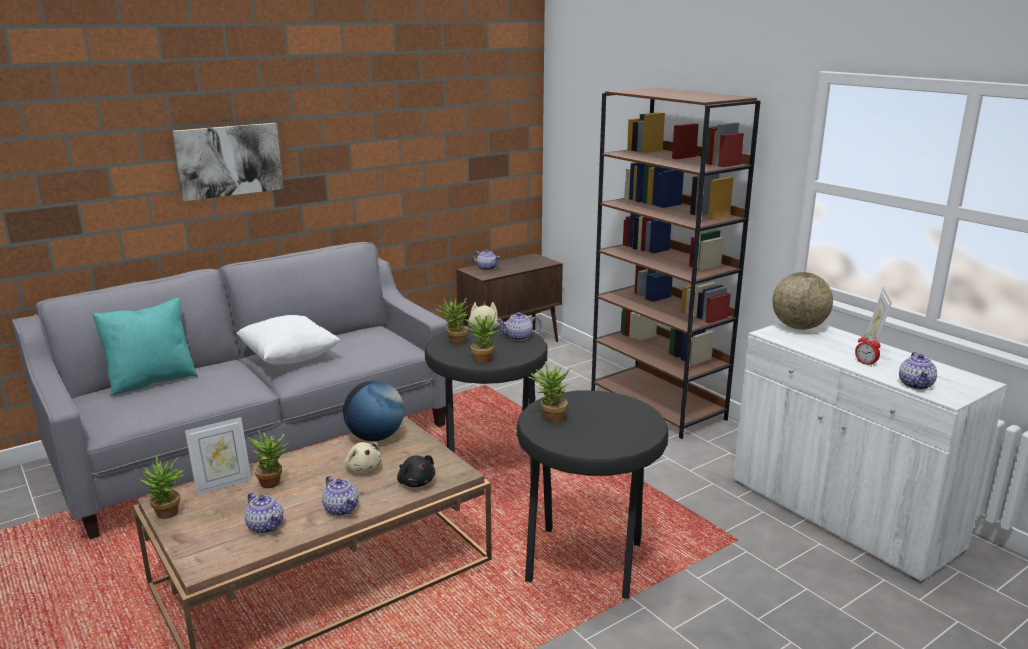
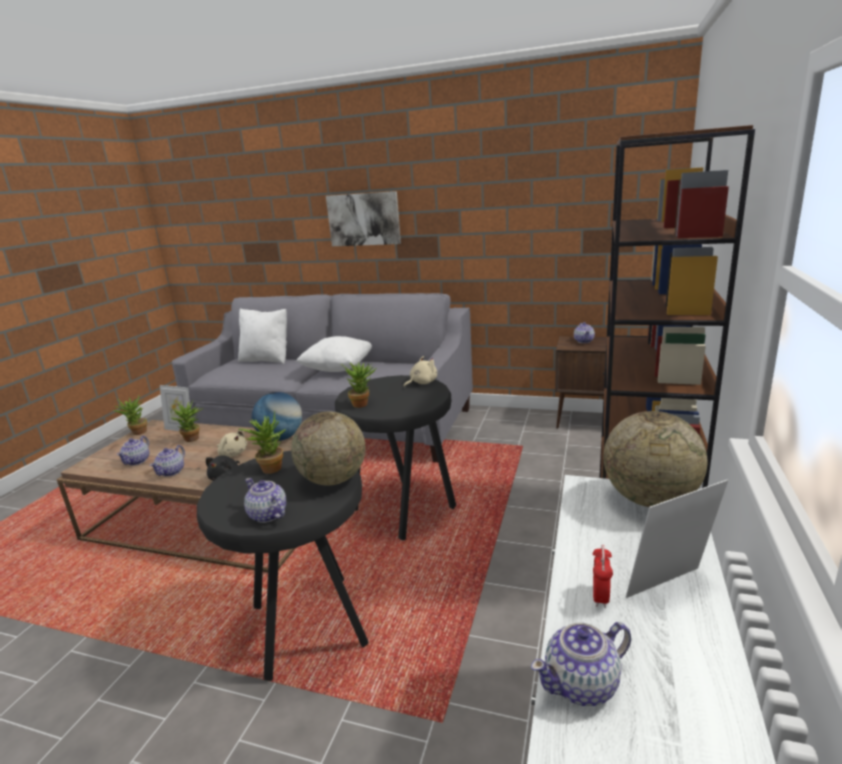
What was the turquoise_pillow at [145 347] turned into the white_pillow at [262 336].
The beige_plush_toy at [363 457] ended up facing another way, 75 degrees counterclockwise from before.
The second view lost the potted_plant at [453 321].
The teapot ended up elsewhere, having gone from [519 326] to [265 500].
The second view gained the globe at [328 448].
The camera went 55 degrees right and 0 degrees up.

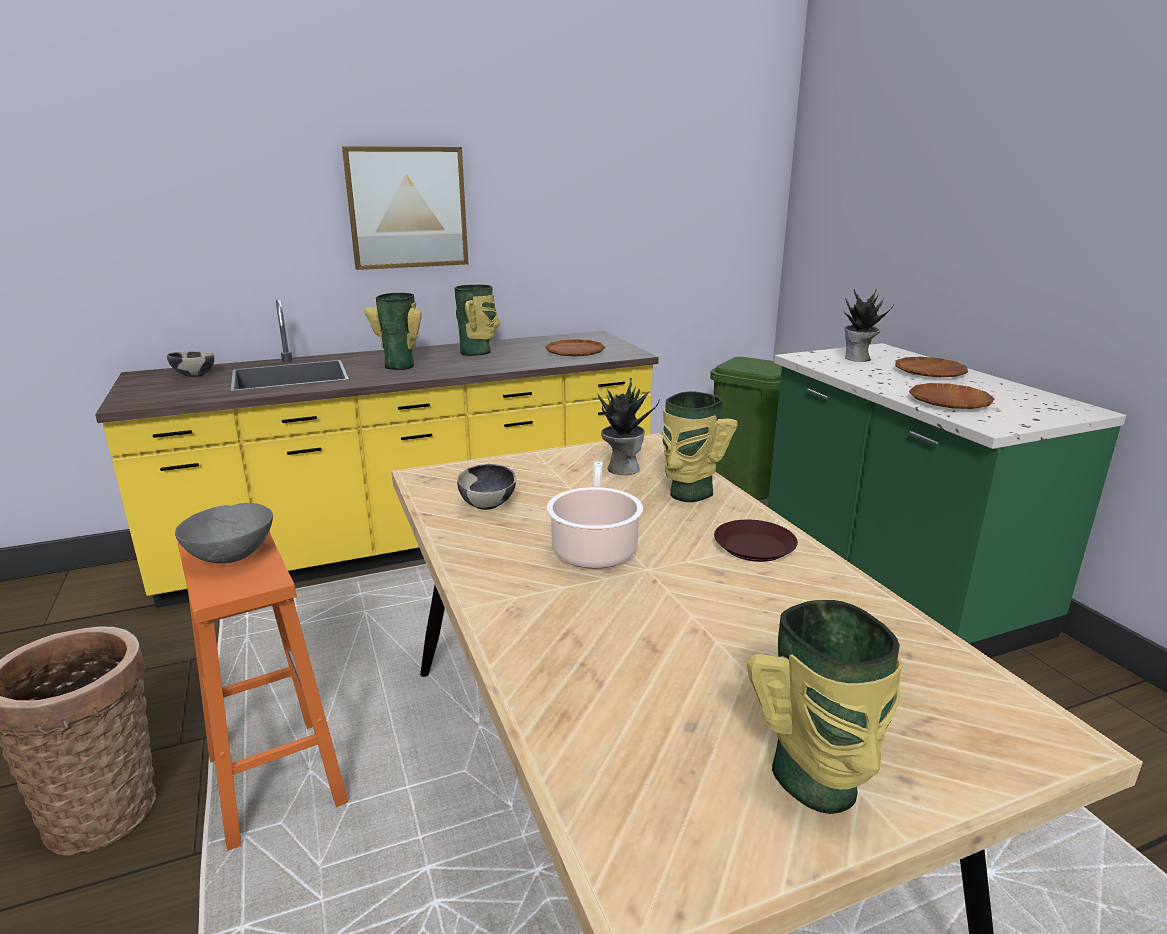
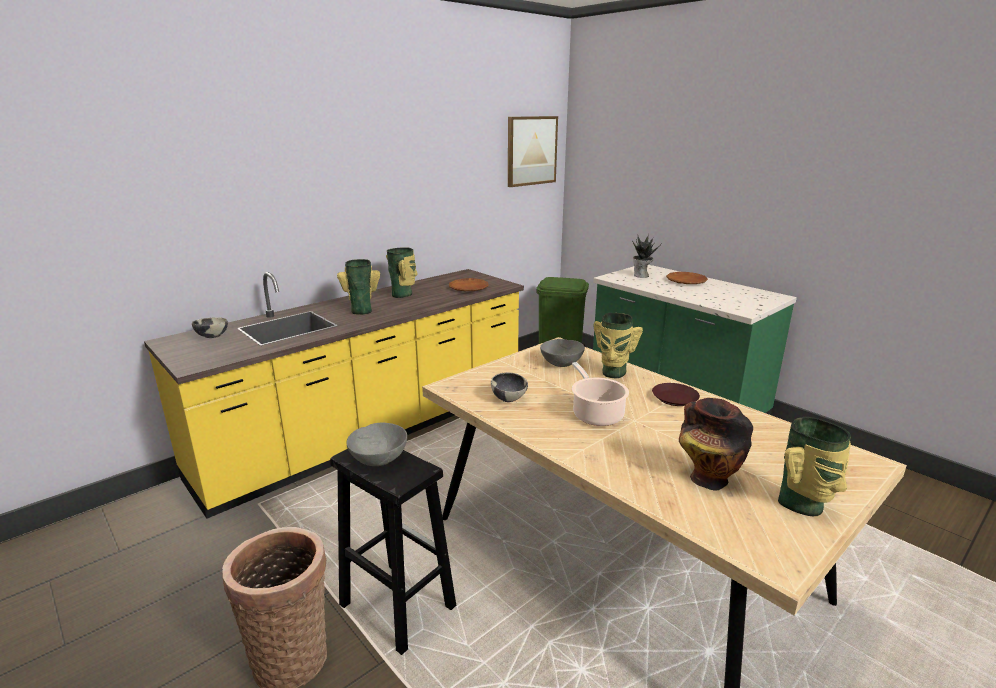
What was the orange_stool at [263 691] turned into the black_stool at [393 552].
The picture ended up elsewhere, having gone from [405 208] to [533 151].
Where the potted_plant stood at [629 426], the grey_bowl came to stand at [562 353].
The second view lost the brown_plate at [951 396].
The second view gained the vase at [716 444].
The camera went 20 degrees left and 0 degrees up.

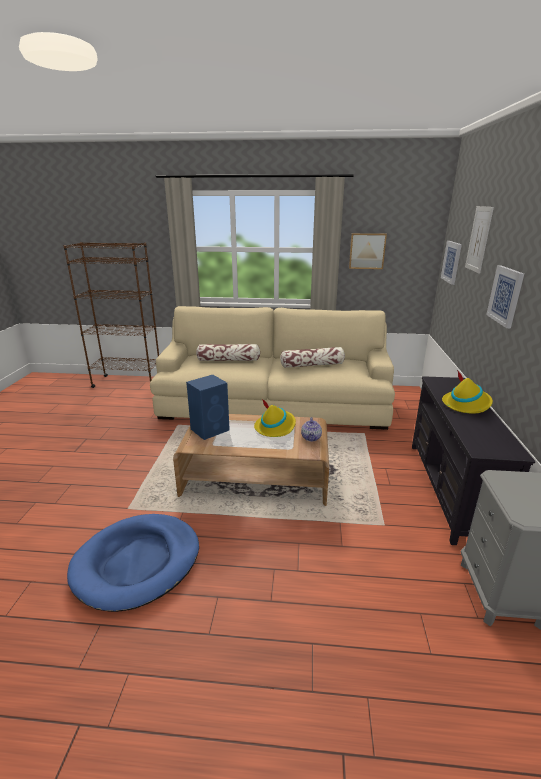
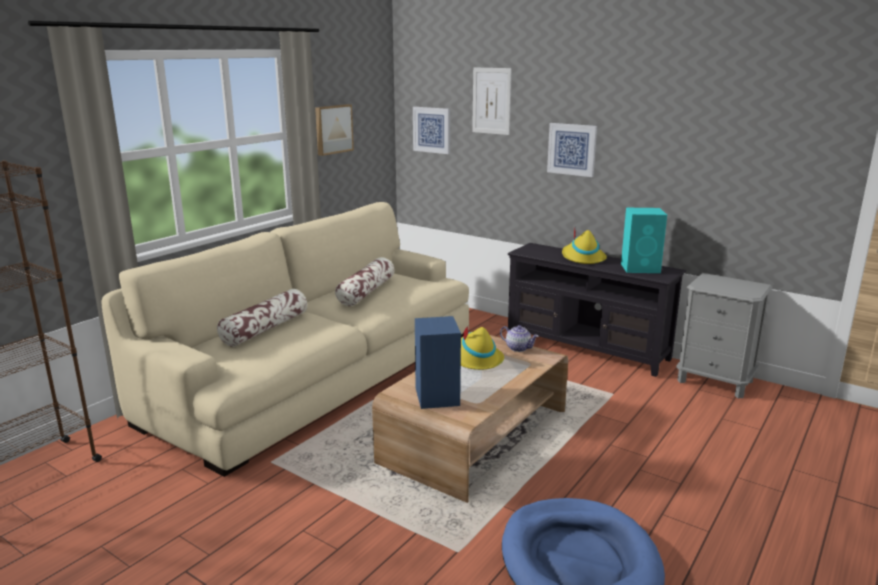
The second view gained the turquoise_speaker at [644 240].
The camera went 60 degrees left and 5 degrees down.

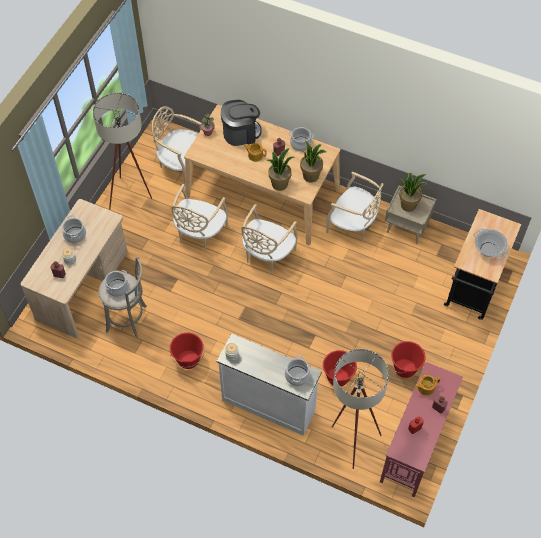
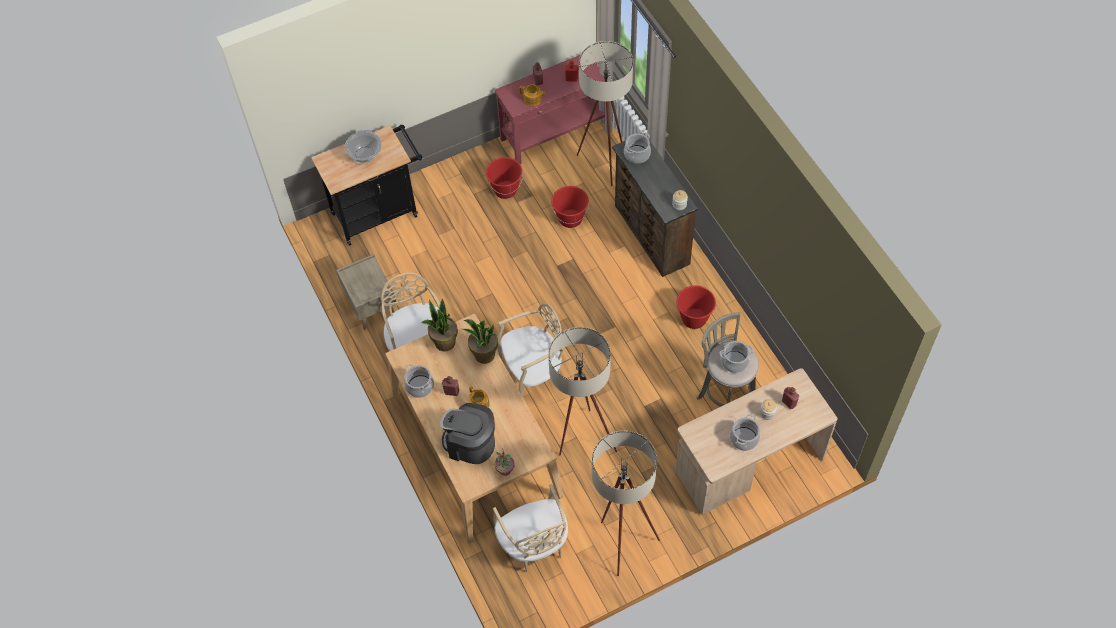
Where the beige_chair stood at [199 218], the beige_floor_lamp came to stand at [582 391].
What was the white_dresser at [269 384] turned into the brown_dresser at [655 205].
The second view lost the potted_plant at [413 192].
The camera went 140 degrees left and 0 degrees up.

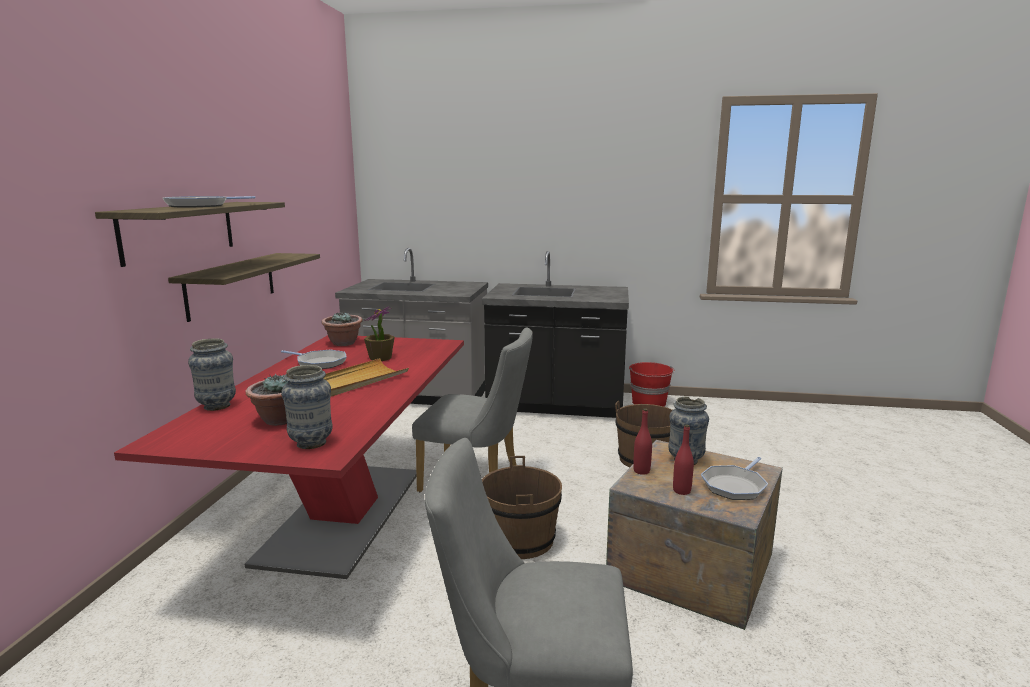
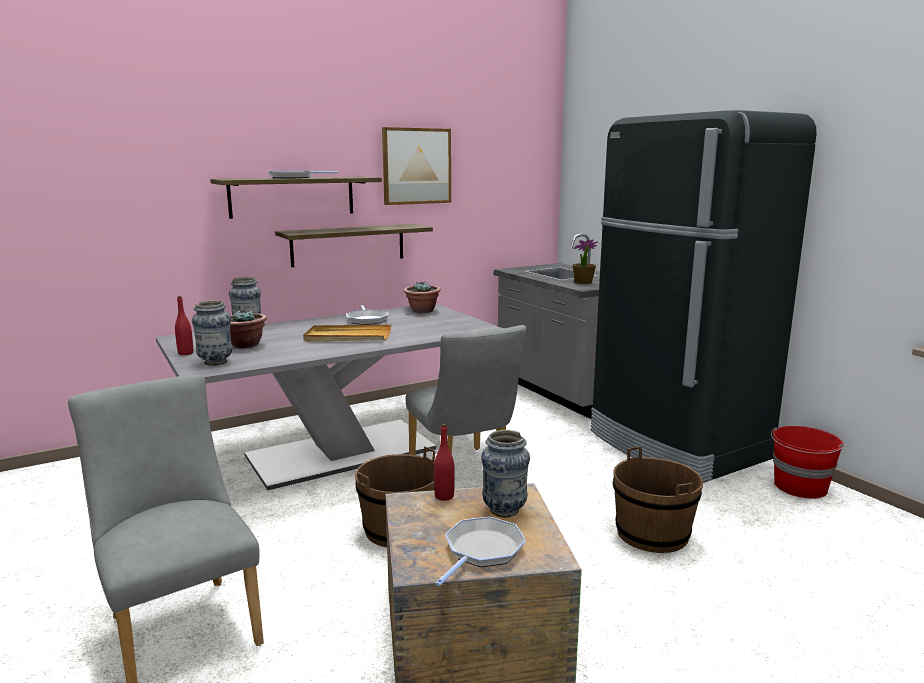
What was the red_dining_table at [289 457] turned into the grey_dining_table at [329 396].
The potted_plant ended up elsewhere, having gone from [379 333] to [585 261].
Where the black_counter stood at [555 334], the black_fridge came to stand at [703 296].
The red_bottle ended up elsewhere, having gone from [683 460] to [184 325].
The frying_pan at [734 478] ended up facing another way, 120 degrees clockwise from before.
The second view gained the picture at [416 166].
The camera went 50 degrees right and 0 degrees up.

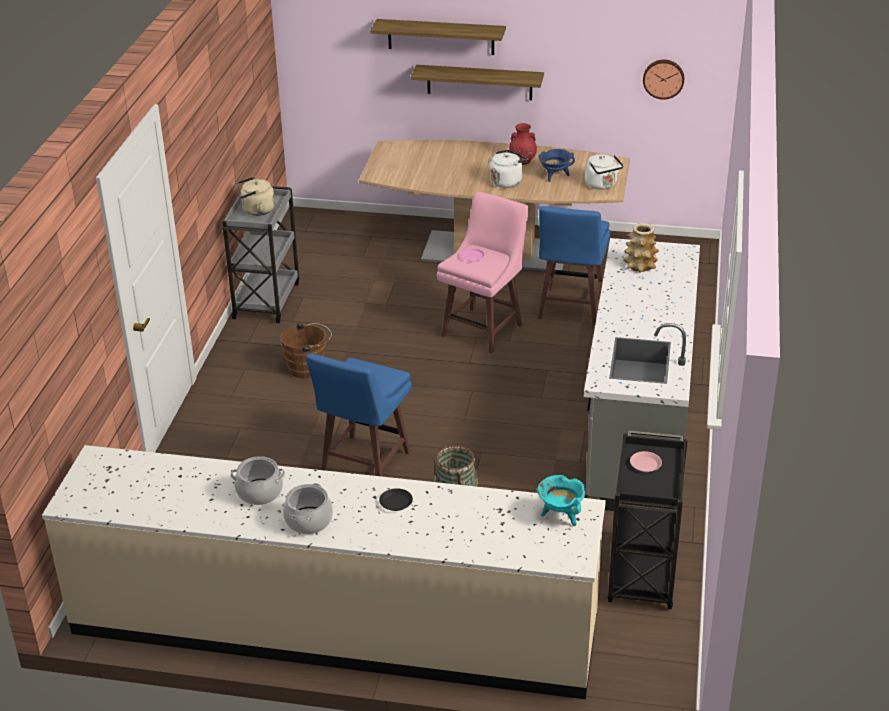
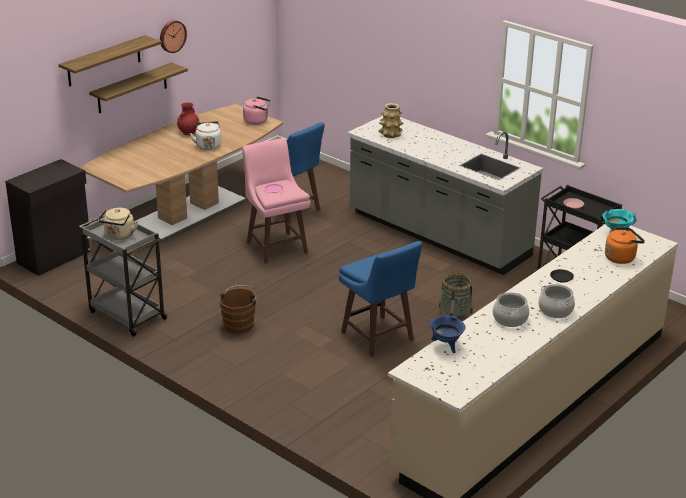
The blue_cooking_pot ended up elsewhere, having gone from [556 165] to [447 333].
What was the white_kettle at [604 172] turned into the pink_kettle at [256 111].
The wall_clock ended up elsewhere, having gone from [663 80] to [173 36].
The second view gained the black_cabinet at [48 217].
The second view gained the orange_kettle at [625 245].
The camera went 60 degrees left and 5 degrees down.

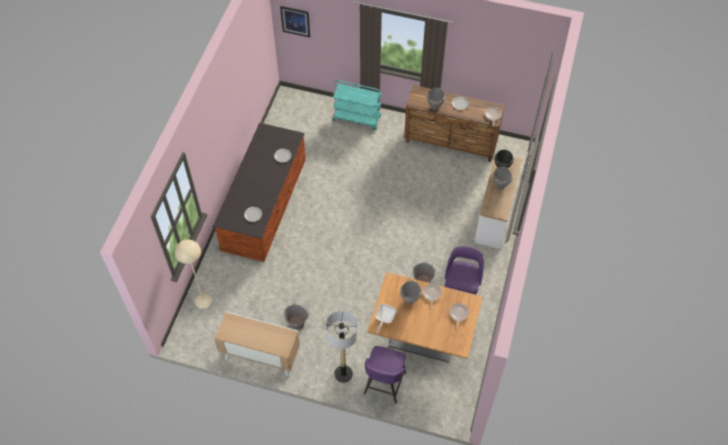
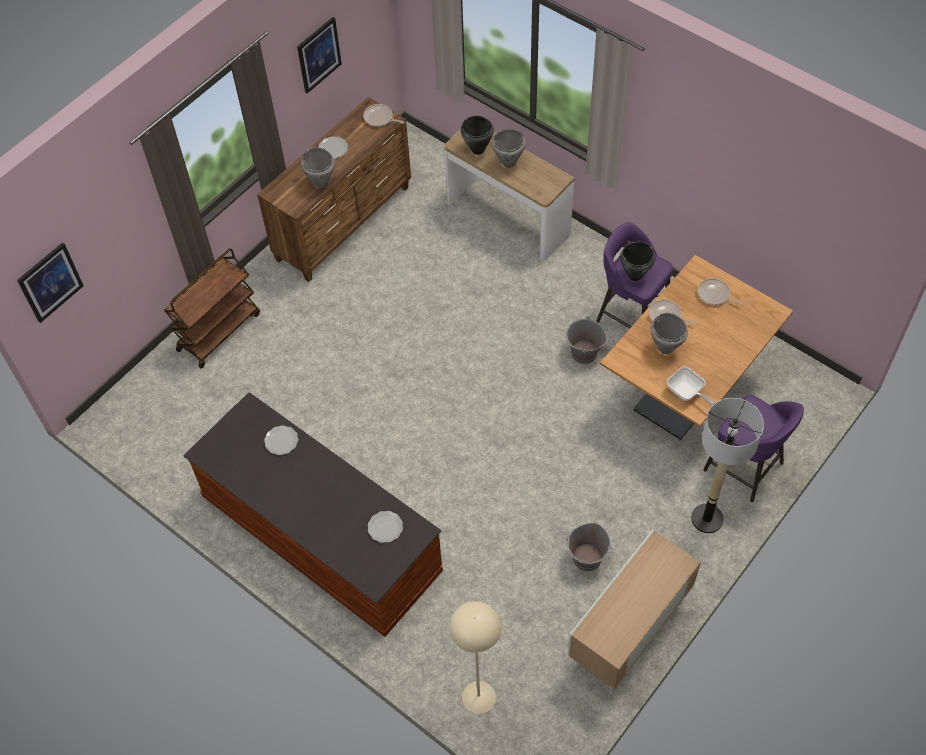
What was the turquoise_cart at [357 105] turned into the brown_cart at [212 308].
The second view gained the picture at [319 55].
The second view gained the black_cooking_pot at [637 261].
The camera went 65 degrees left and 0 degrees up.

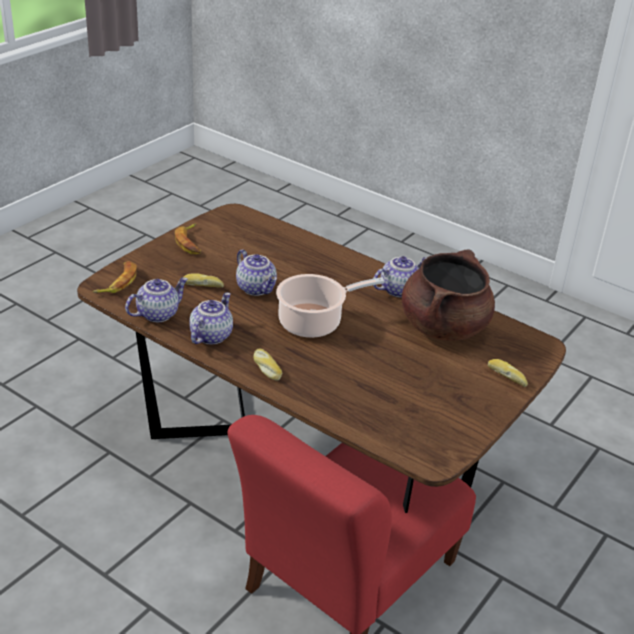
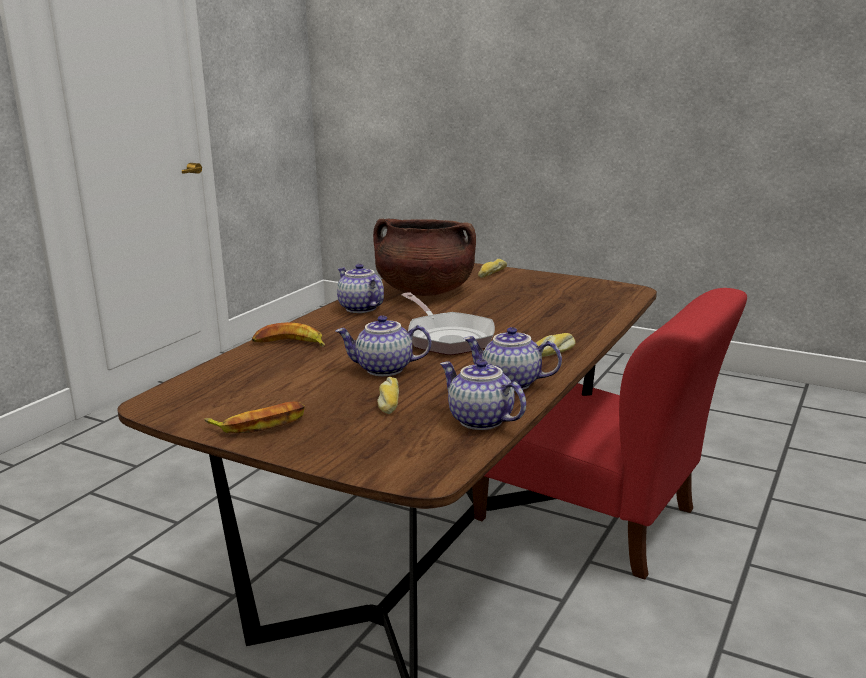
The banana ended up elsewhere, having gone from [115 277] to [288 334].
The teapot at [256 272] ended up facing another way, 135 degrees counterclockwise from before.
Where the cooking_pot stood at [330 306], the frying_pan came to stand at [448 324].
The camera went 95 degrees left and 15 degrees down.

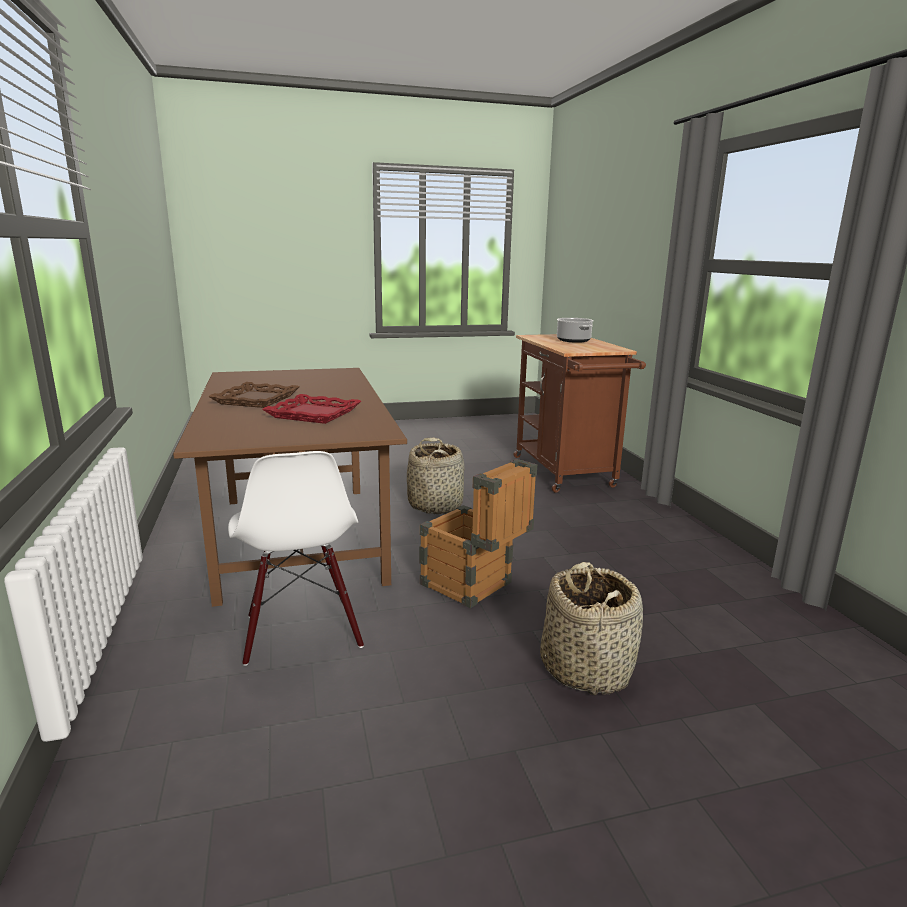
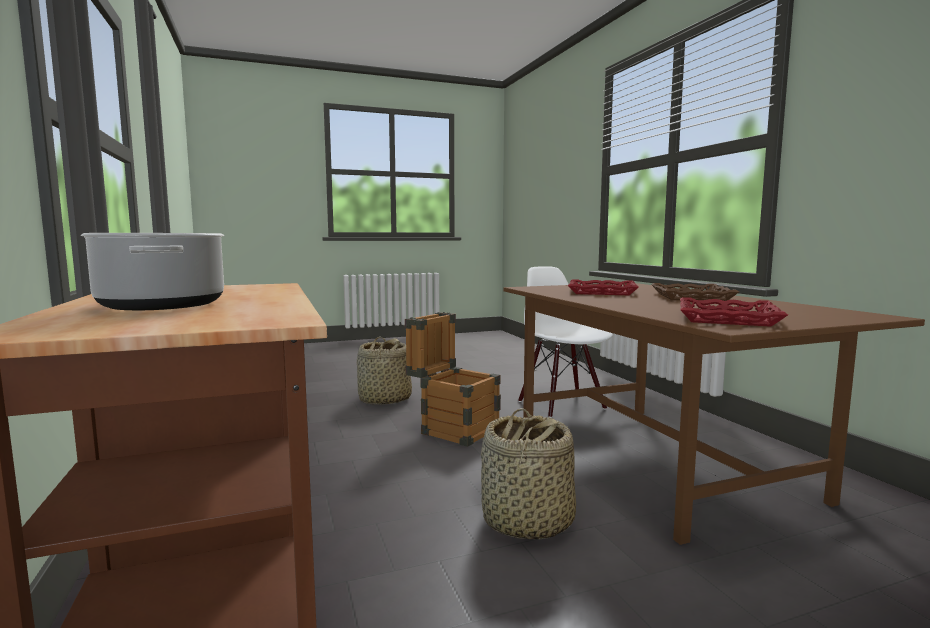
The second view gained the red_tray at [734 312].
The camera went 175 degrees right and 10 degrees down.

